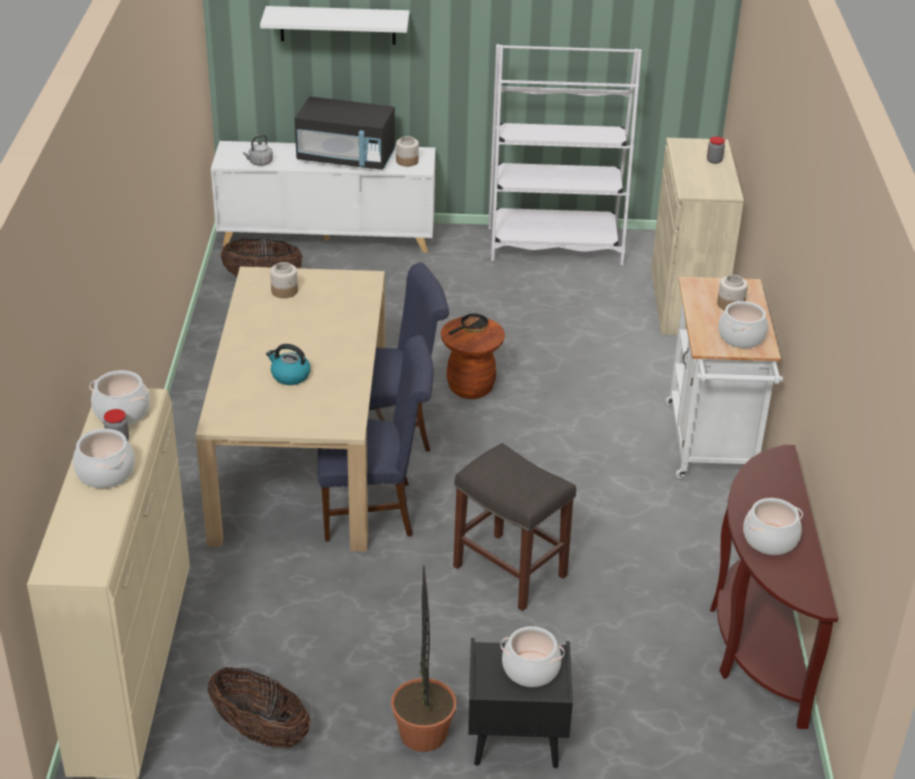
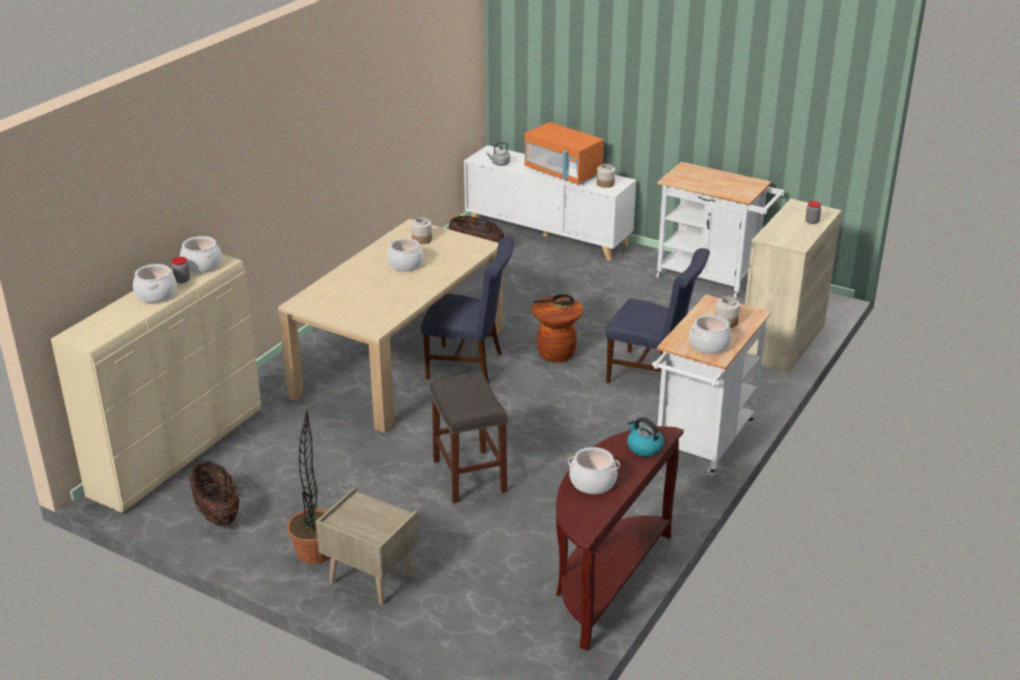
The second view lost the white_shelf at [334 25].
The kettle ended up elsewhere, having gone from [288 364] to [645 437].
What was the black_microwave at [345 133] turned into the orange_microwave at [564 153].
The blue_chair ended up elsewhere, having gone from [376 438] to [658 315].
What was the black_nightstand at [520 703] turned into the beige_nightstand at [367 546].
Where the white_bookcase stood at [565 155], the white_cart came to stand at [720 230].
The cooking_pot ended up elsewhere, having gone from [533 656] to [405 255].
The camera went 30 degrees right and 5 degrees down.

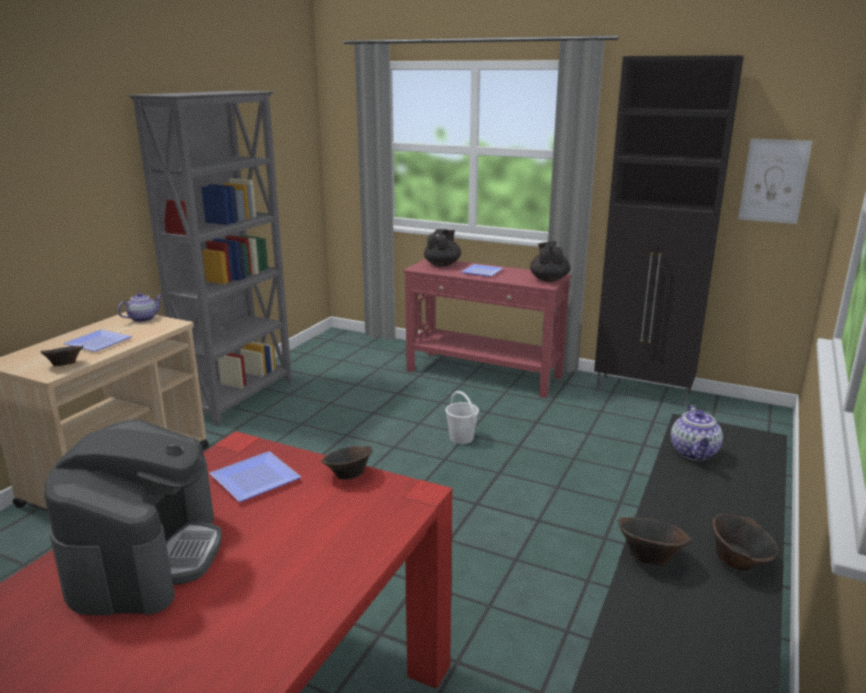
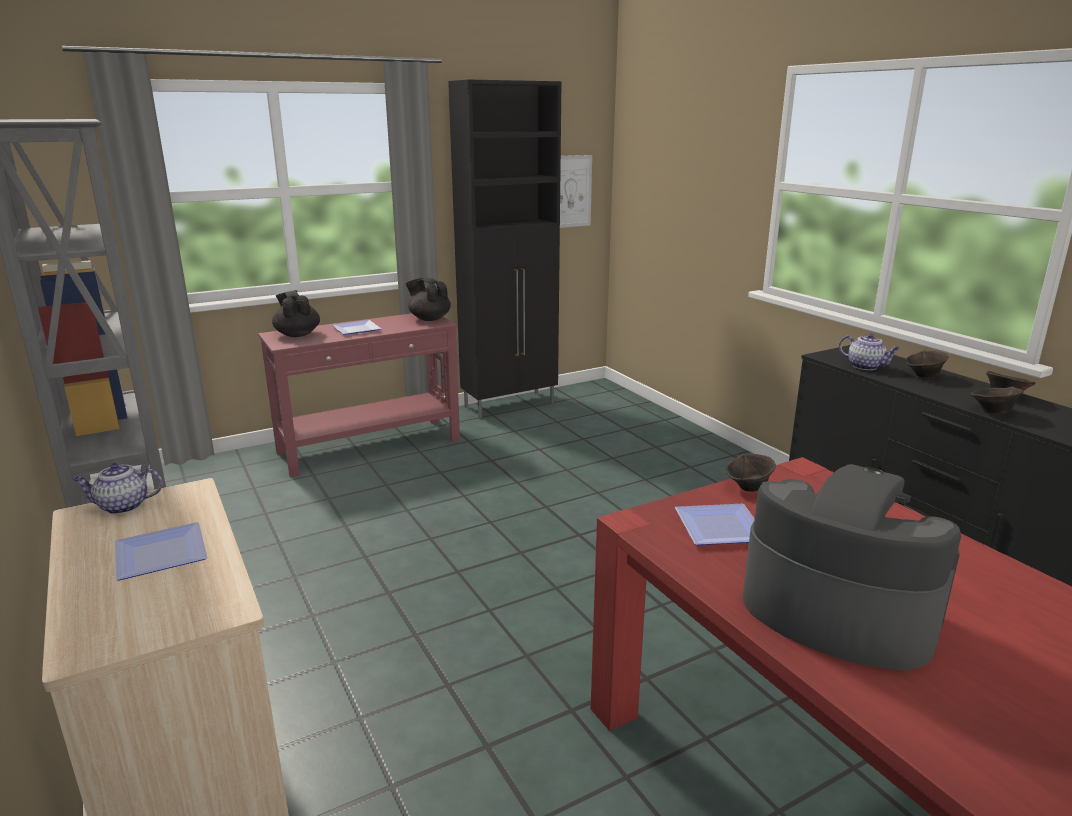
The brown_bowl ended up elsewhere, having gone from [62 356] to [927 364].
The teapot at [140 307] ended up facing another way, 90 degrees counterclockwise from before.
The second view lost the white_bucket at [462 417].
The camera went 55 degrees left and 0 degrees up.

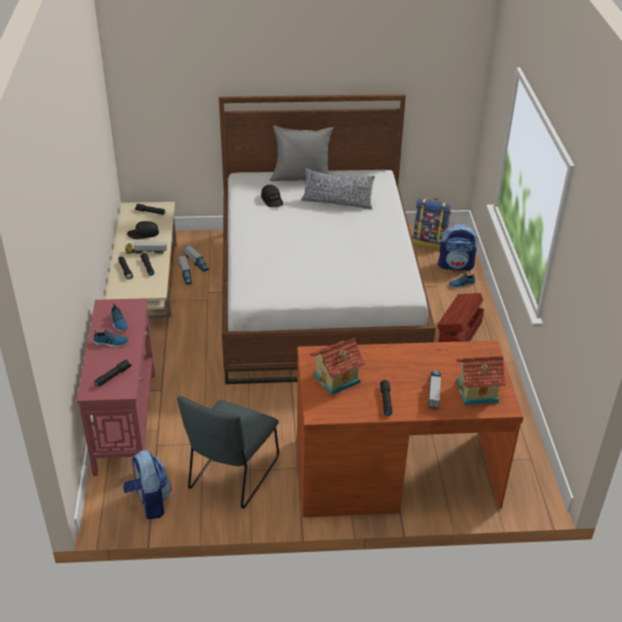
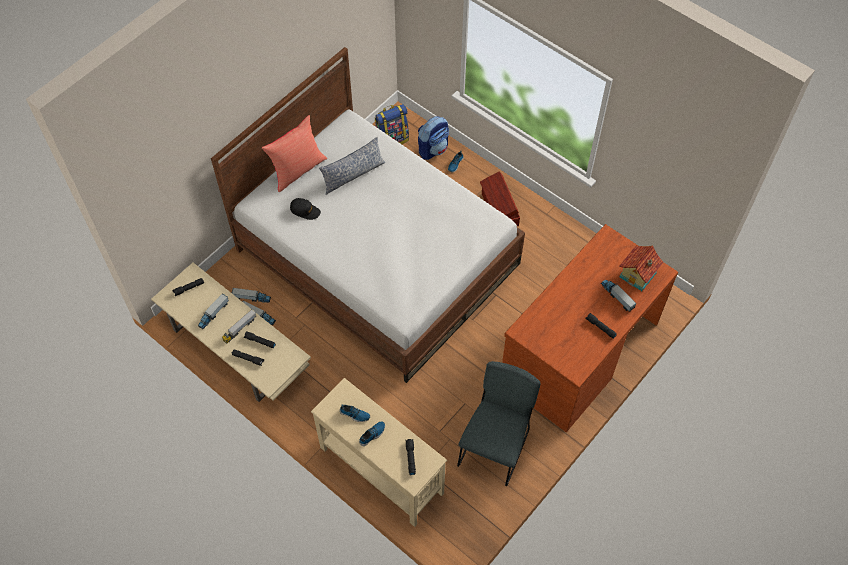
What was the red_console_table at [116 387] turned into the beige_console_table at [379 452].
The second view lost the backpack at [147 484].
Where the black_cap stood at [143 230], the toy_truck came to stand at [213 311].
The grey_chair at [228 452] ended up facing another way, 135 degrees counterclockwise from before.
What was the grey_pillow at [302 153] turned into the red_pillow at [294 153].
The second view lost the toy_house at [337 366].
The camera went 45 degrees left and 20 degrees up.

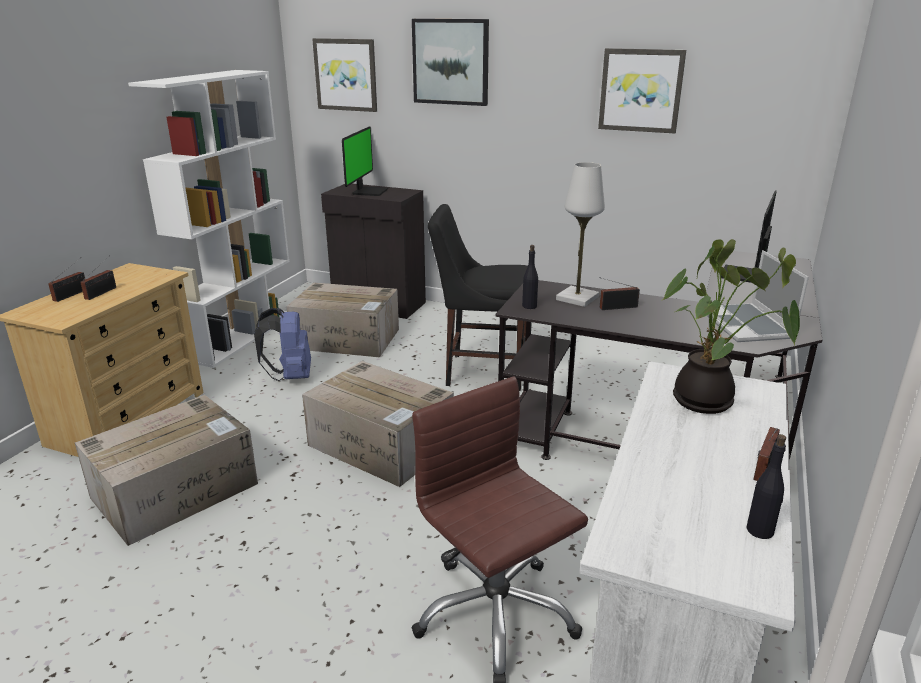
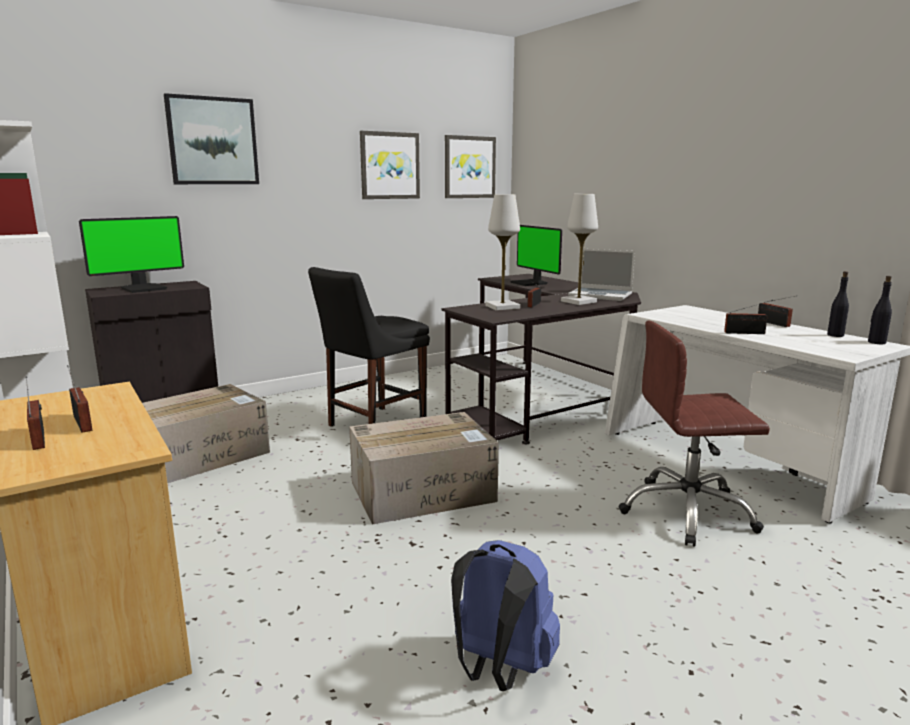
The second view lost the cardboard_box at [166 470].
The blue_backpack ended up elsewhere, having gone from [282 344] to [505 615].
The picture ended up elsewhere, having gone from [344 75] to [470 166].
The monitor at [365 161] ended up facing another way, 90 degrees clockwise from before.
The black_bottle ended up elsewhere, having gone from [530 277] to [880 310].
The second view lost the potted_plant at [731 326].
The second view gained the white_table_lamp at [579 249].
The second view gained the radio at [748 317].
The camera went 55 degrees left and 10 degrees down.

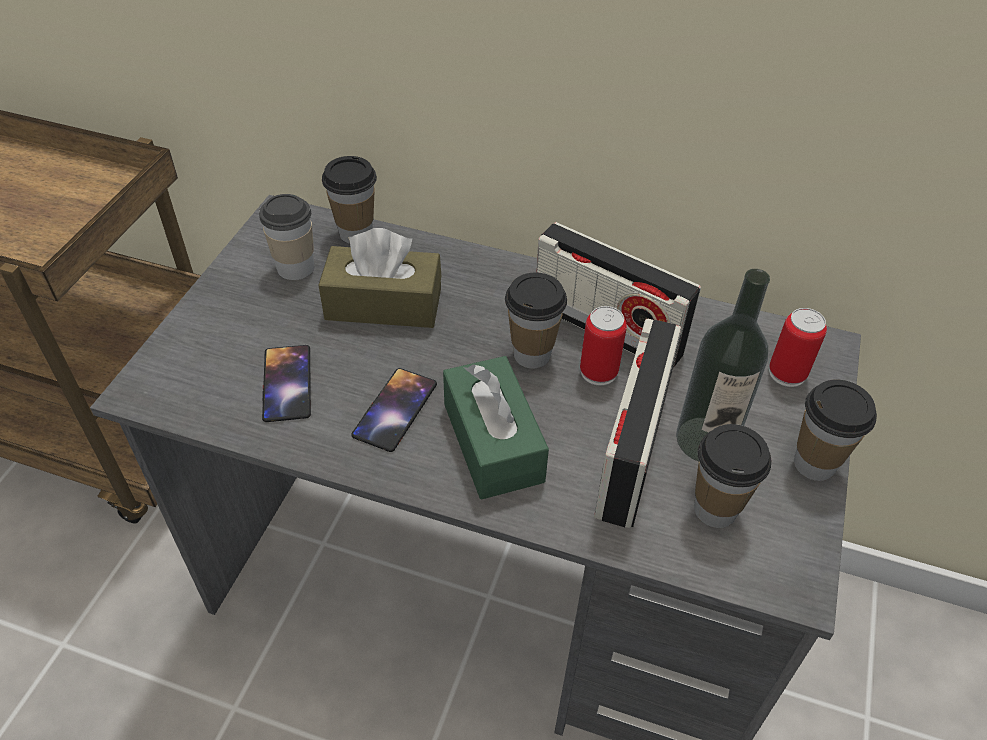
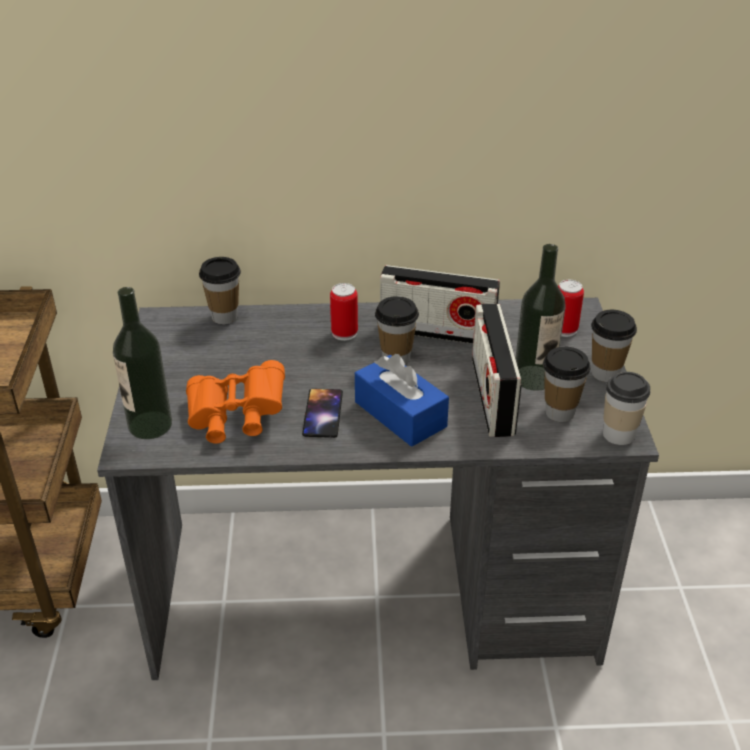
The cup ended up elsewhere, having gone from [286 237] to [626 408].
Where the phone stood at [286 383], the orange_binoculars came to stand at [235 402].
The second view lost the brown_tissue_box at [380 278].
What was the green_tissue_box at [496 427] turned into the blue_tissue_box at [402 400].
The can ended up elsewhere, having gone from [603 346] to [344 312].
The second view gained the bottle at [142 363].
The camera went 20 degrees left and 10 degrees down.

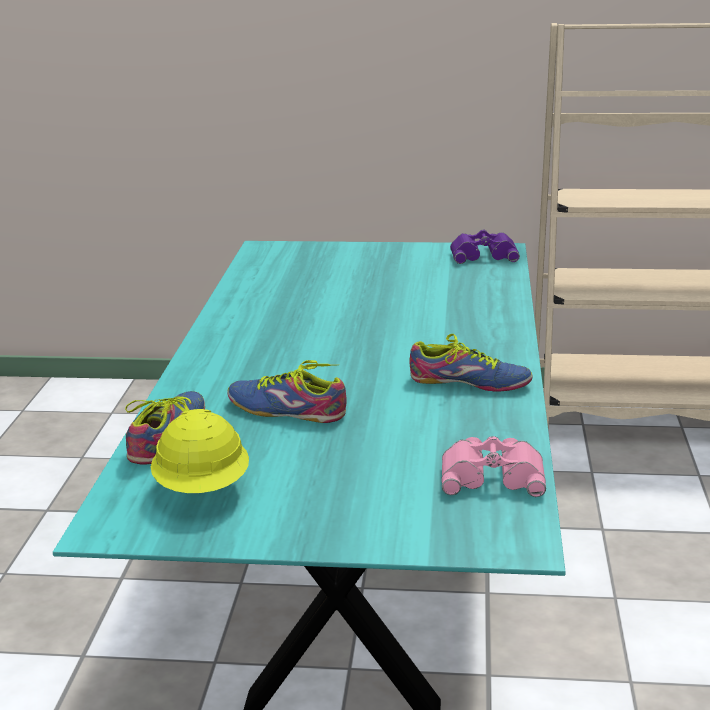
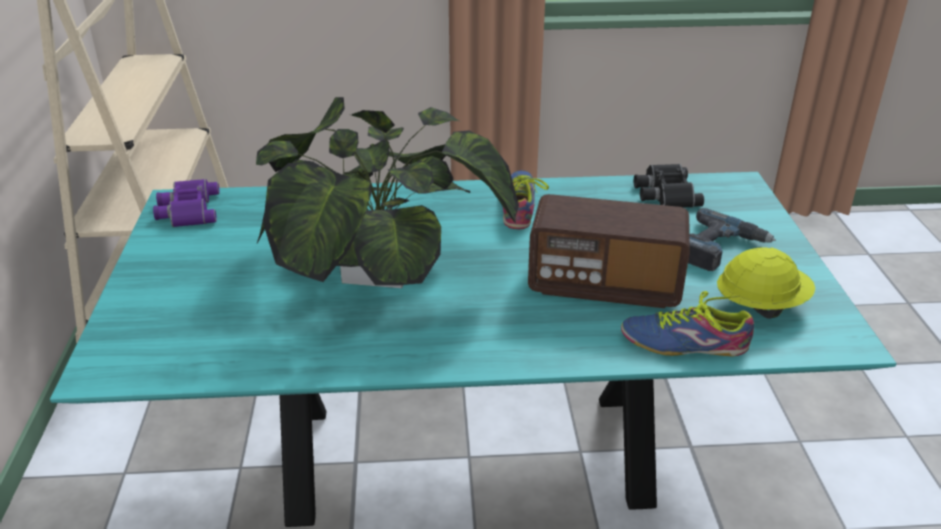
Where the shoe stood at [287 391], the radio came to stand at [609 251].
What was the pink_binoculars at [493 466] turned into the black_binoculars at [669 186].
The second view gained the potted_plant at [387 192].
The second view gained the power_drill at [732 239].
The camera went 100 degrees left and 10 degrees up.

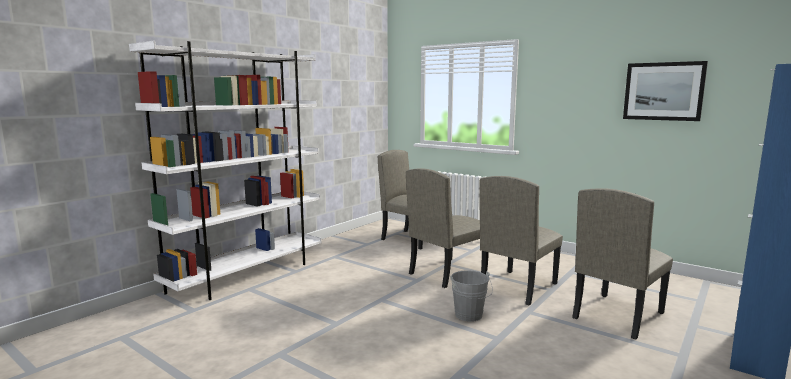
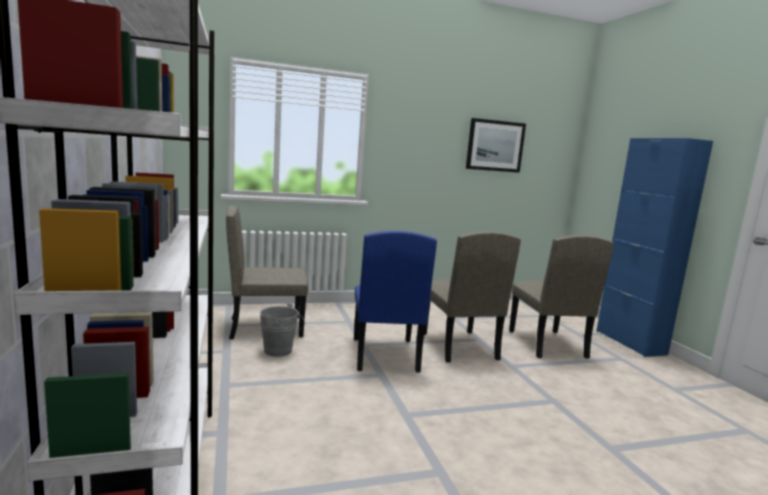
What was the beige_chair at [443 228] turned into the blue_chair at [395 302].
The grey_bucket ended up elsewhere, having gone from [471 296] to [282 330].
The camera went 55 degrees left and 0 degrees up.

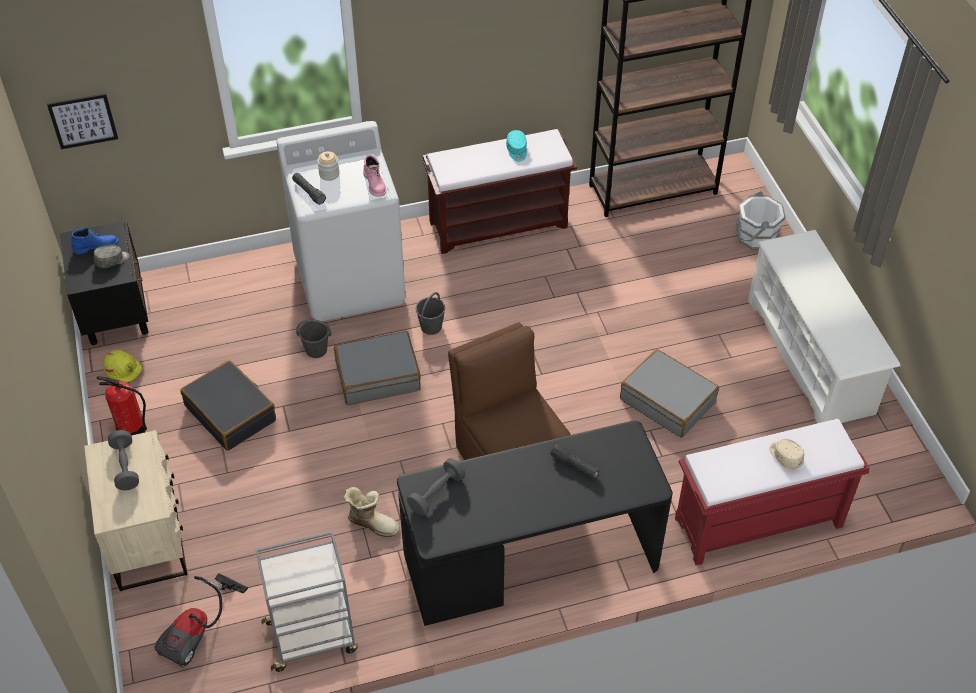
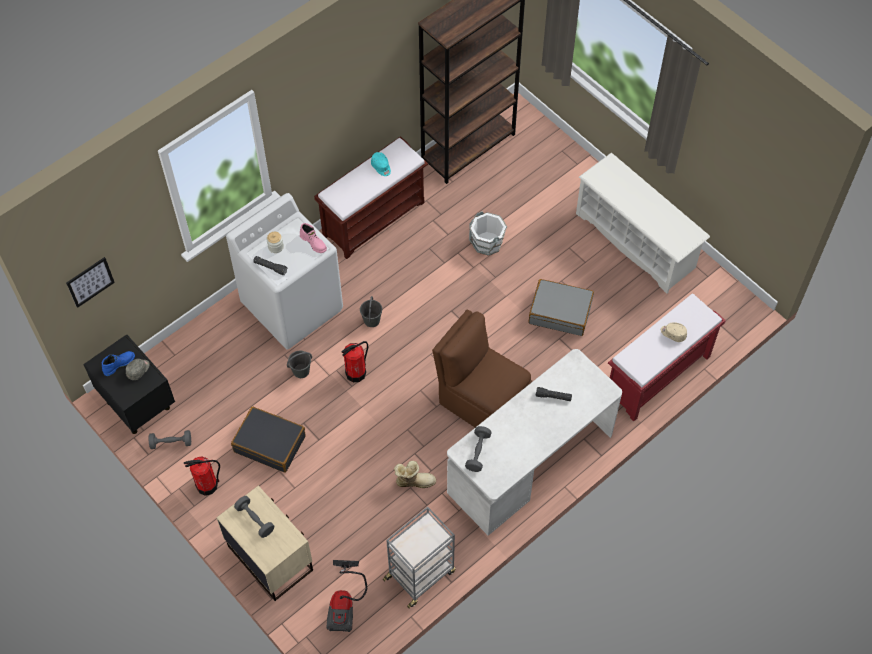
Where the yellow_hard_hat stood at [123 366], the grey_dumbbell came to stand at [170 439].
Where the grey_suitcase stood at [377 368], the fire_extinguisher came to stand at [354 361].
What was the black_desk at [535 523] turned into the white_desk at [534 442].
The white_bucket ended up elsewhere, having gone from [760 220] to [488 233].
The camera went 25 degrees left and 10 degrees up.

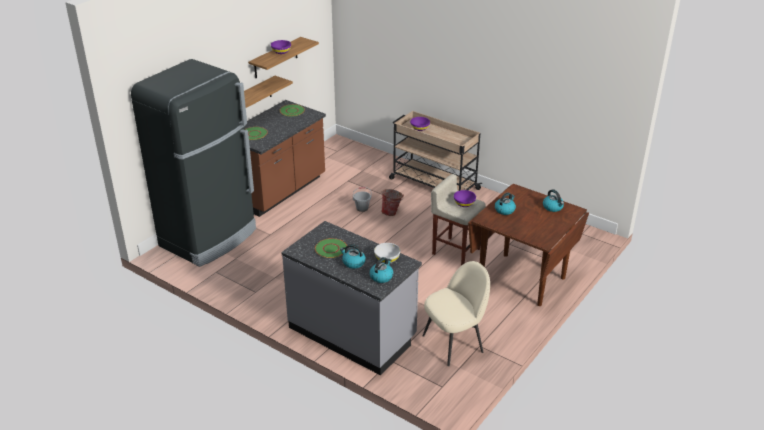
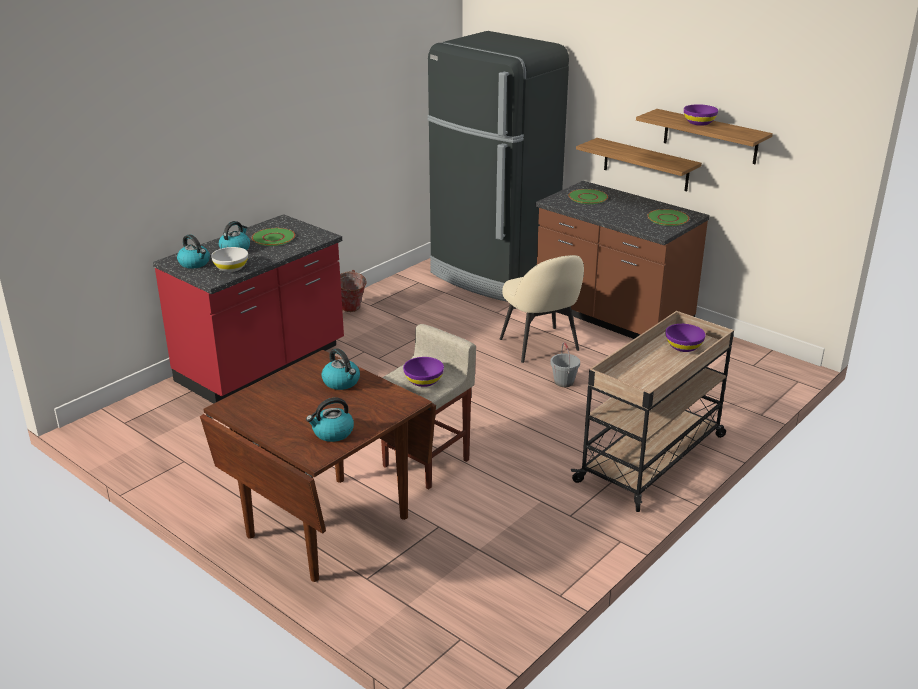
What was the grey_counter at [351 298] turned into the red_counter at [248 309].
The bucket ended up elsewhere, having gone from [392 202] to [353 291].
The beige_chair ended up elsewhere, having gone from [456 313] to [541 309].
The camera went 95 degrees right and 5 degrees down.

